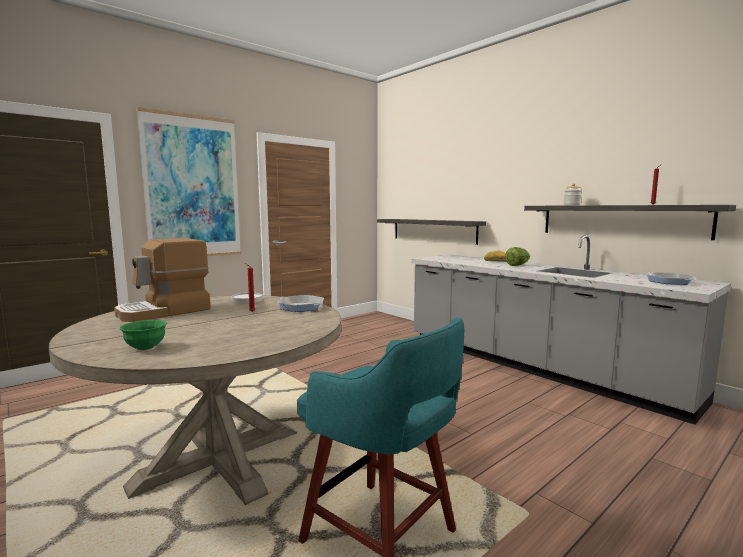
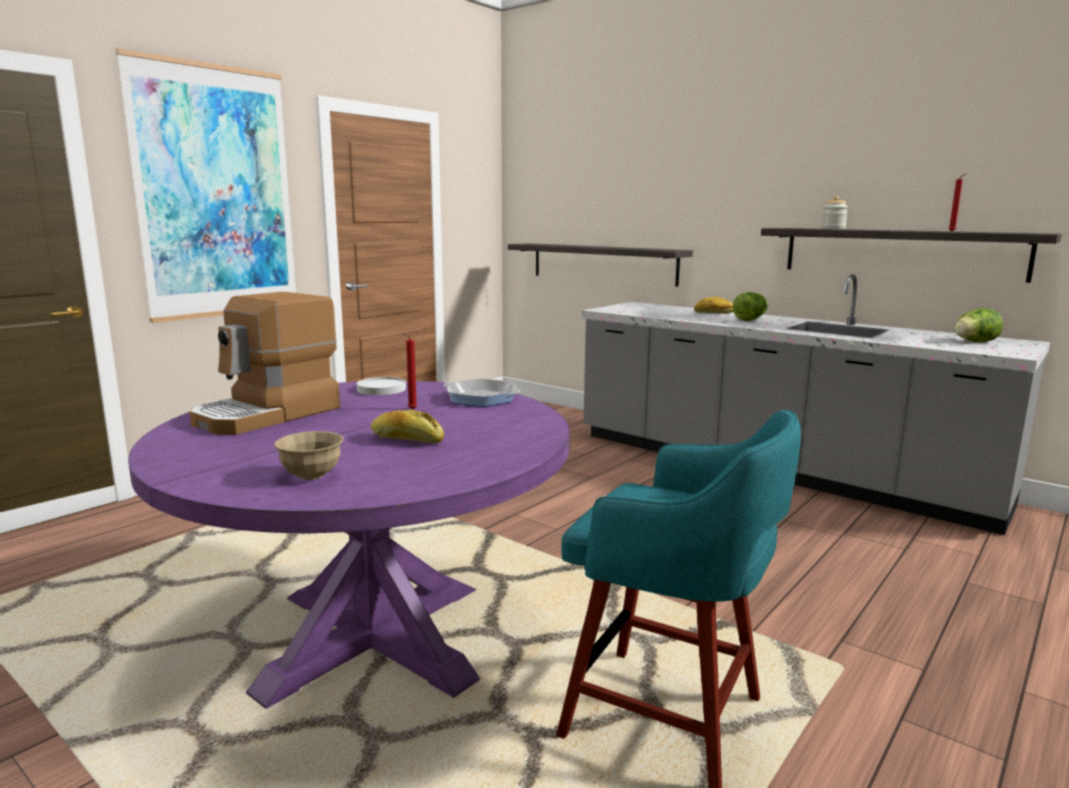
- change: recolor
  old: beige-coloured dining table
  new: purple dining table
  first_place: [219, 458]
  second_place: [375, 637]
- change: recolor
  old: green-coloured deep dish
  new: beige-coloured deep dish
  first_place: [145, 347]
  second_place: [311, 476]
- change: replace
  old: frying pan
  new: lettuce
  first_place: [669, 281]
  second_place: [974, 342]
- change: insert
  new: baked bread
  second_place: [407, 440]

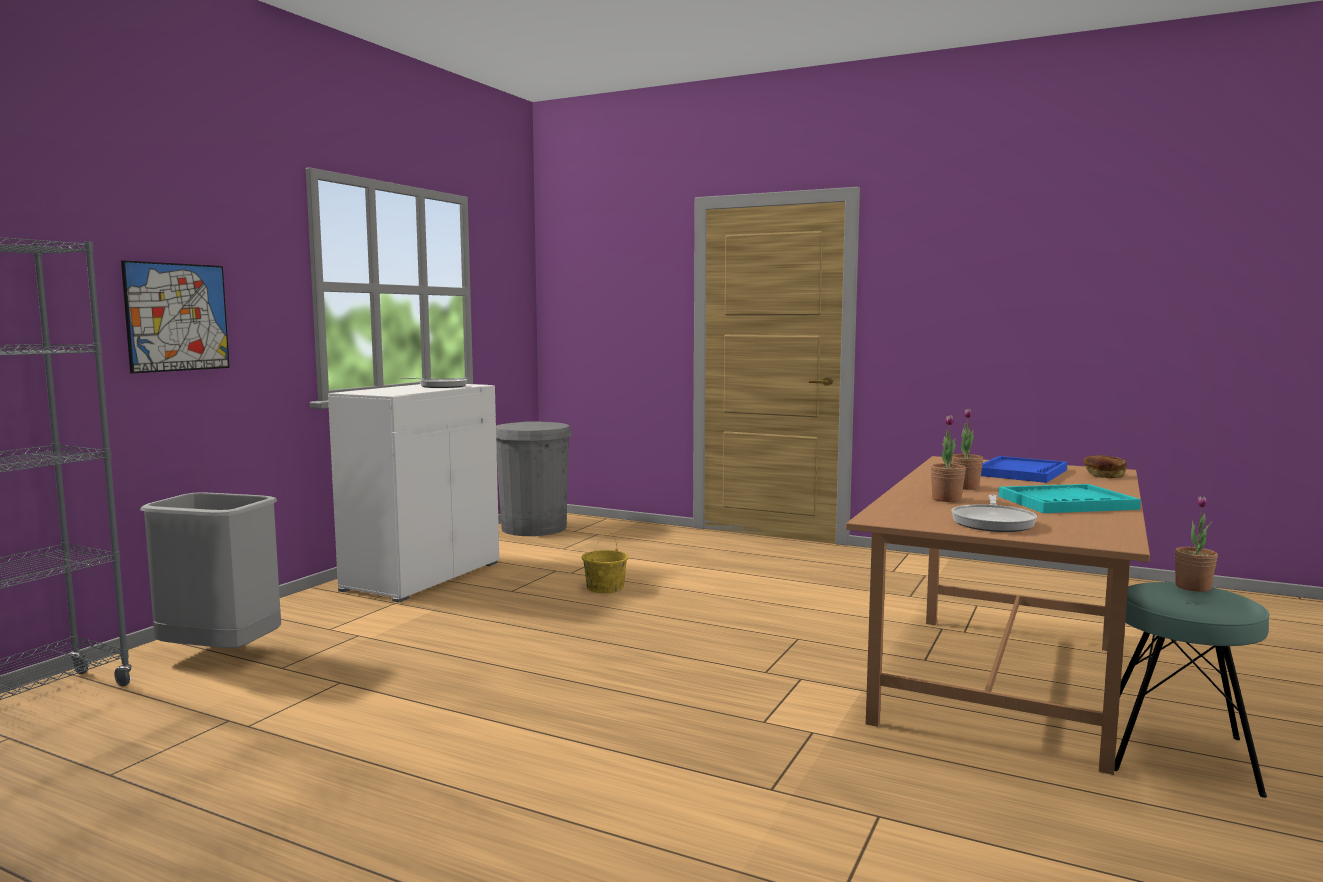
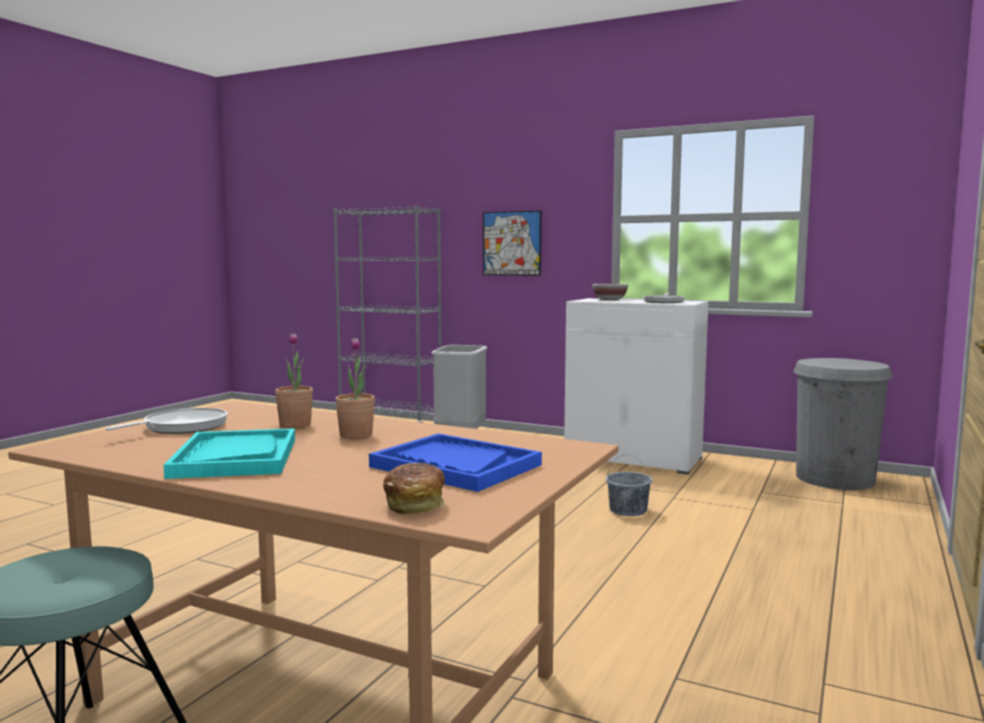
- change: recolor
  old: yellowish bucket
  new: grey bucket
  first_place: [605, 588]
  second_place: [628, 510]
- change: rotate
  old: frying pan
  first_place: [993, 522]
  second_place: [181, 427]
  degrees: 105
- change: delete
  old: houseplant
  first_place: [1193, 587]
- change: insert
  new: deep dish
  second_place: [610, 299]

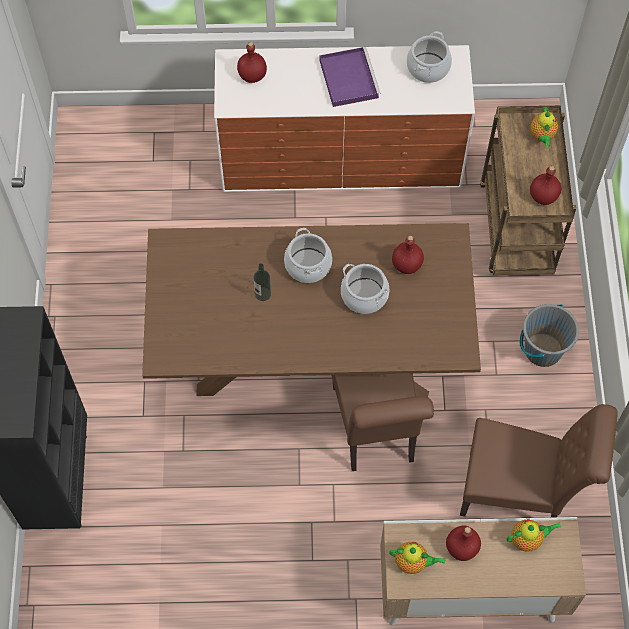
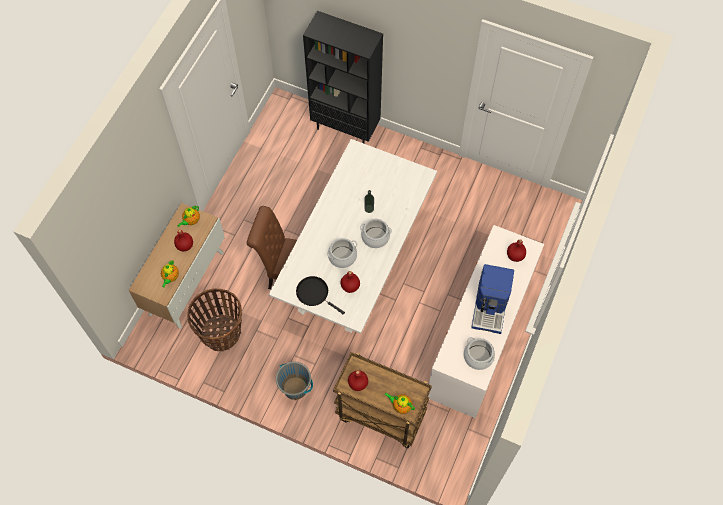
- change: recolor
  old: brown dining table
  new: whitish dining table
  first_place: [310, 356]
  second_place: [355, 265]
- change: replace
  old: purple tray
  new: coffee maker
  first_place: [348, 78]
  second_place: [490, 307]
- change: replace
  old: brown plain chair
  new: household basket
  first_place: [520, 493]
  second_place: [221, 332]
- change: insert
  new: blackish frying pan
  second_place: [314, 293]

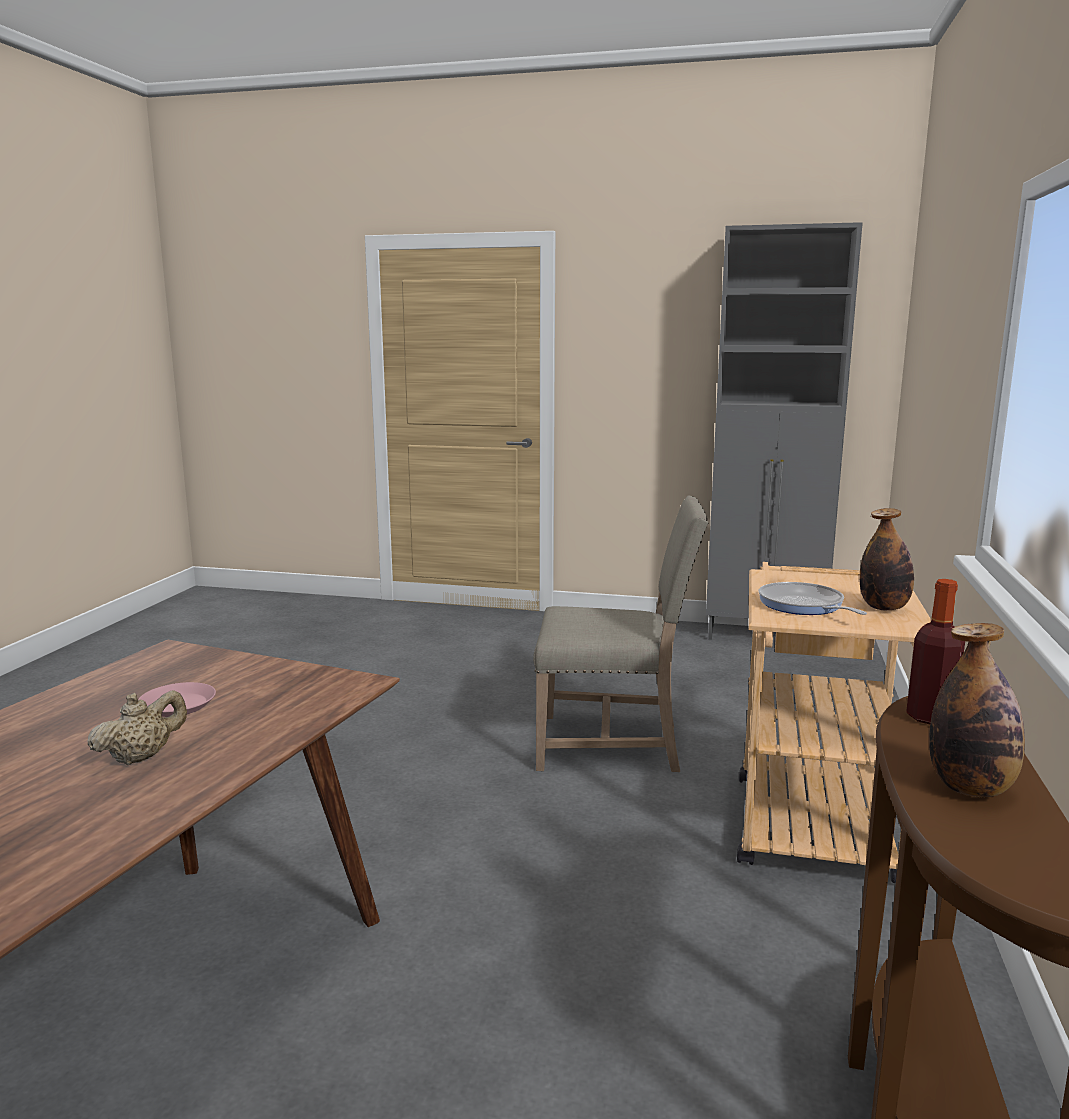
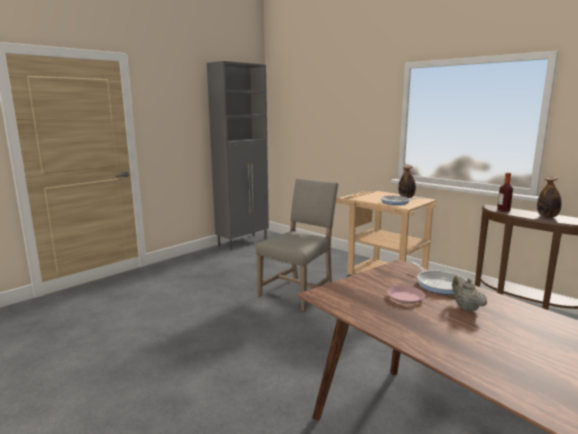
- change: insert
  new: frying pan
  second_place: [439, 284]

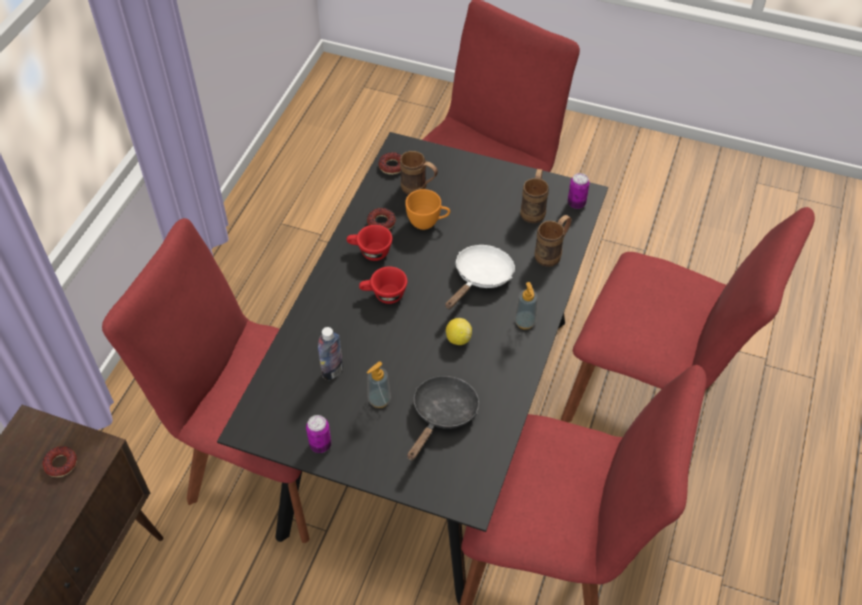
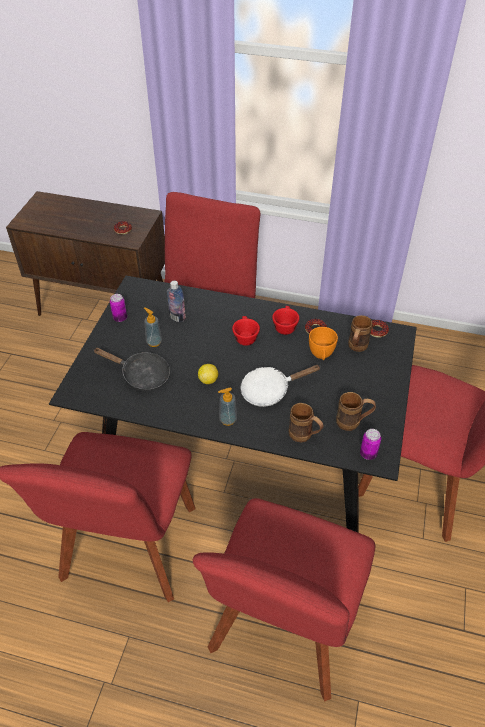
- change: rotate
  old: whitish frying pan
  first_place: [480, 278]
  second_place: [269, 390]
  degrees: 135

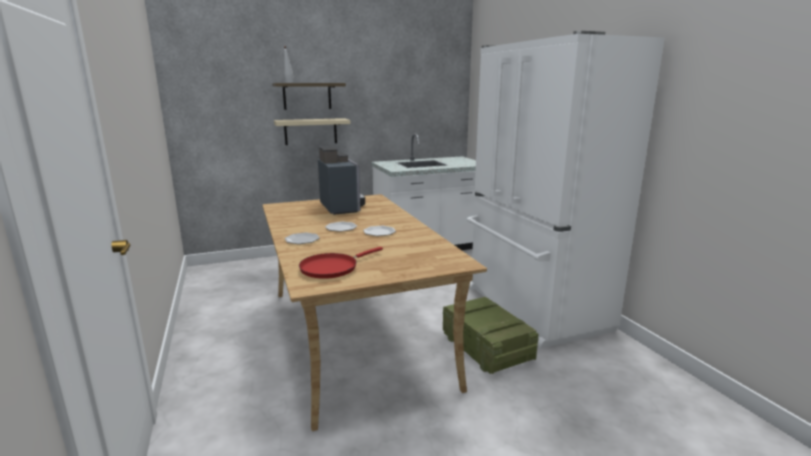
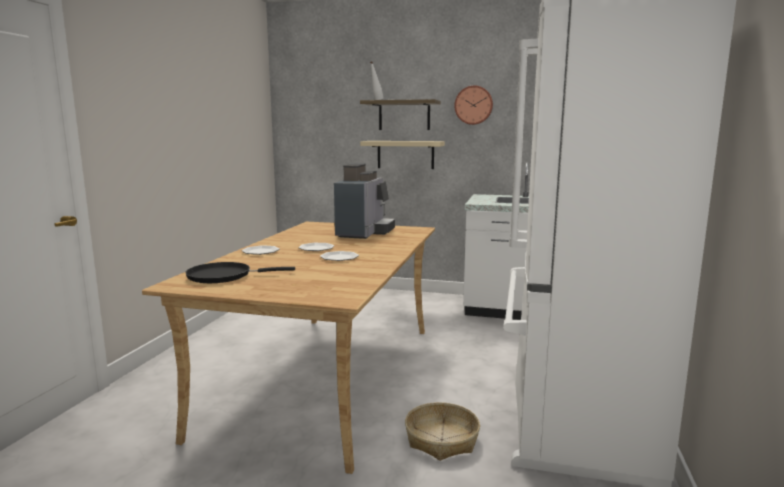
- change: recolor
  old: red frying pan
  new: blackish frying pan
  first_place: [332, 268]
  second_place: [224, 276]
- change: replace
  old: shipping crate
  new: household basket
  first_place: [487, 349]
  second_place: [442, 440]
- change: insert
  new: hanging clock
  second_place: [473, 105]

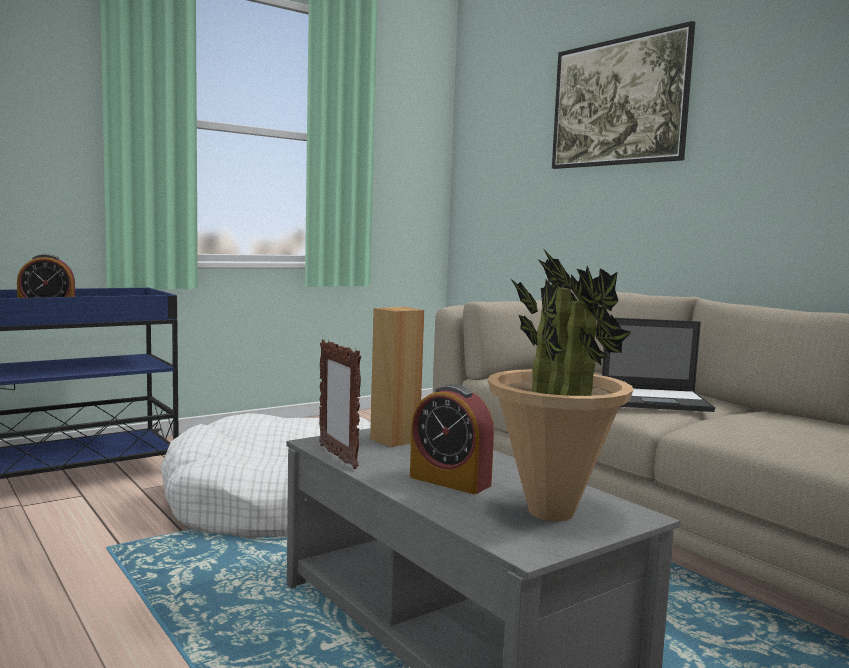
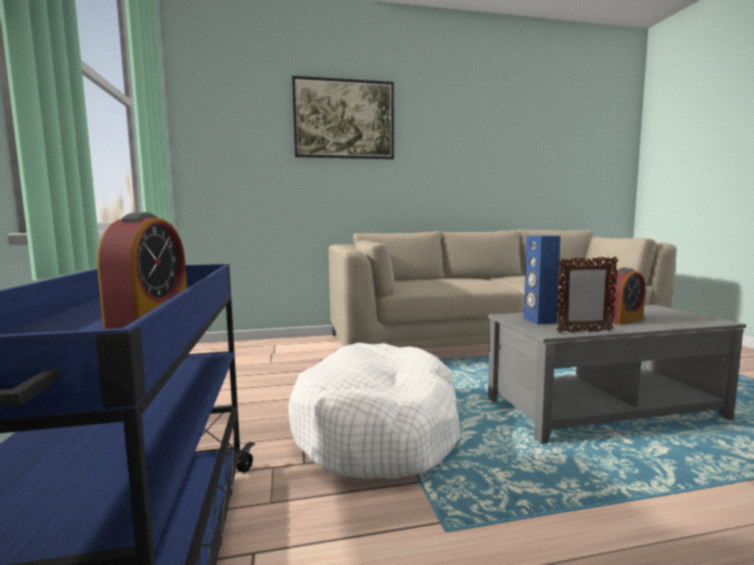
- change: recolor
  old: brown speaker
  new: bluish speaker
  first_place: [394, 440]
  second_place: [539, 320]
- change: delete
  old: houseplant
  first_place: [552, 513]
- change: delete
  old: notebook computer
  first_place: [655, 400]

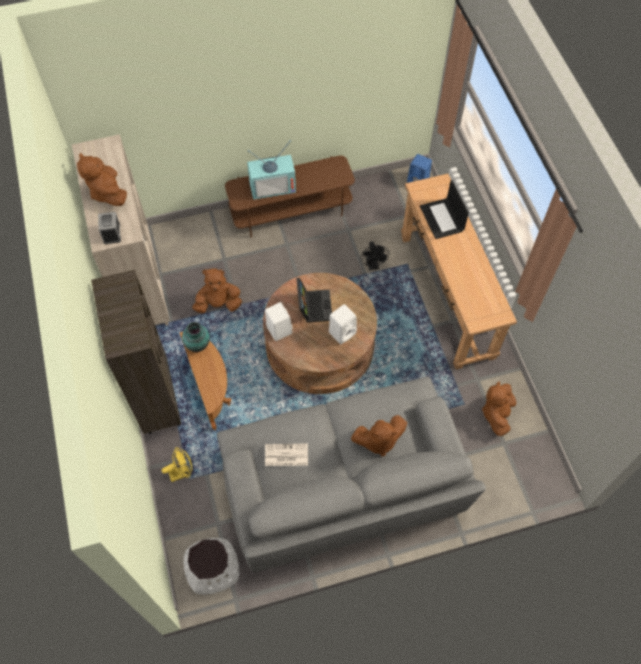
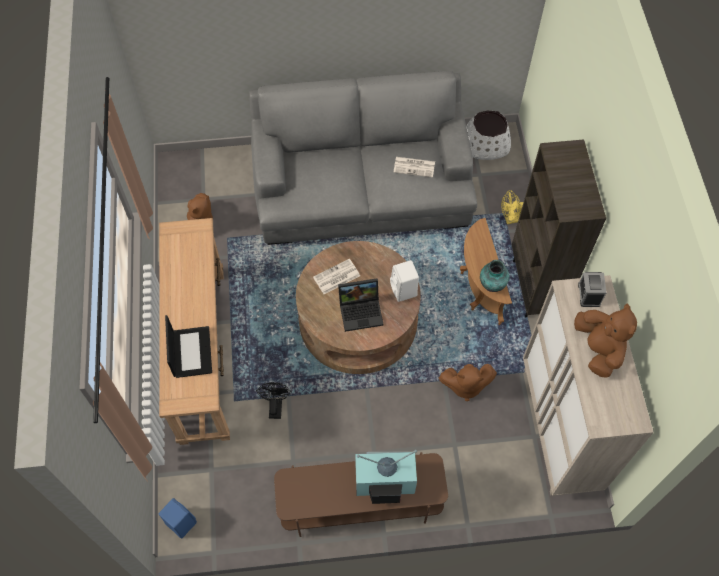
- change: rotate
  old: notebook computer
  first_place: [313, 305]
  second_place: [361, 311]
  degrees: -105
- change: replace
  old: whitish speaker
  new: daily paper
  first_place: [343, 332]
  second_place: [336, 277]
- change: delete
  old: brown plush toy
  first_place: [378, 440]

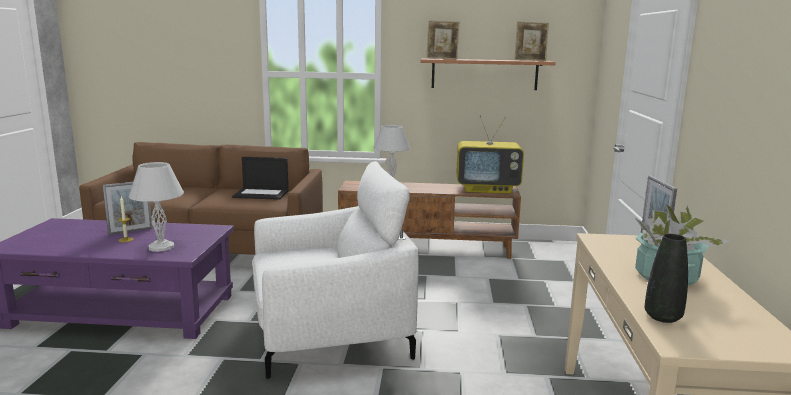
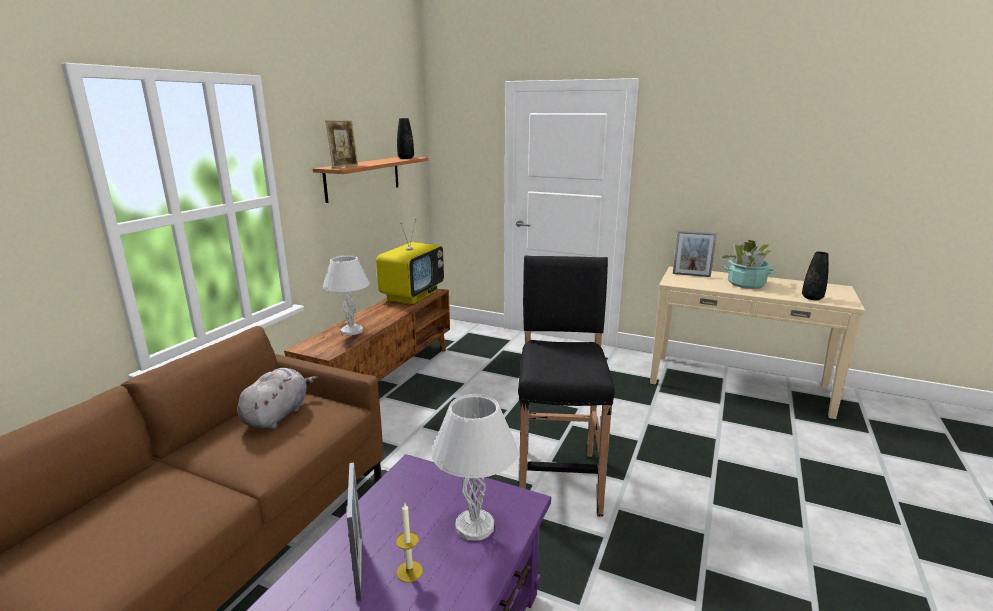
- change: replace
  old: notebook computer
  new: grey plush toy
  first_place: [262, 194]
  second_place: [278, 415]
- change: replace
  old: whitish armchair
  new: blackish sitting stool
  first_place: [329, 333]
  second_place: [558, 478]
- change: replace
  old: standing frame
  new: blackish vase
  first_place: [530, 60]
  second_place: [406, 158]

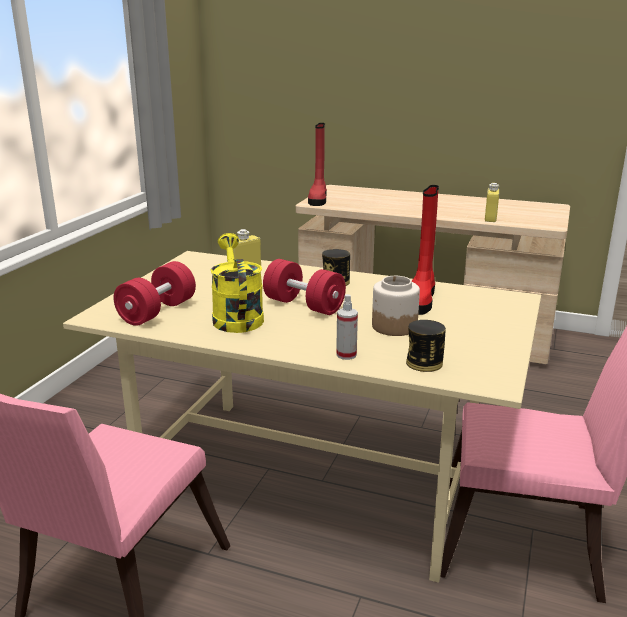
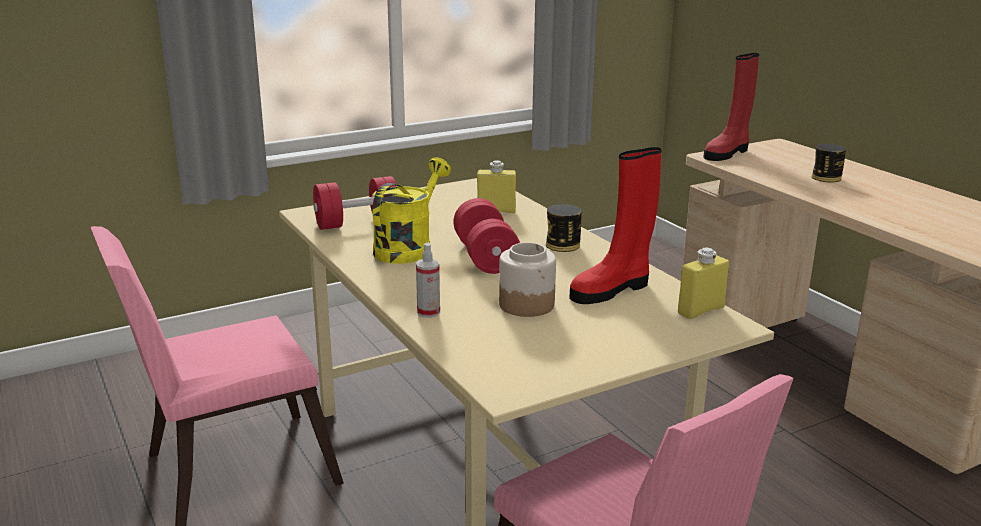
- change: move
  old: metal can
  first_place: [424, 363]
  second_place: [826, 178]
- change: move
  old: yellowish beverage bottle
  first_place: [490, 218]
  second_place: [700, 310]

